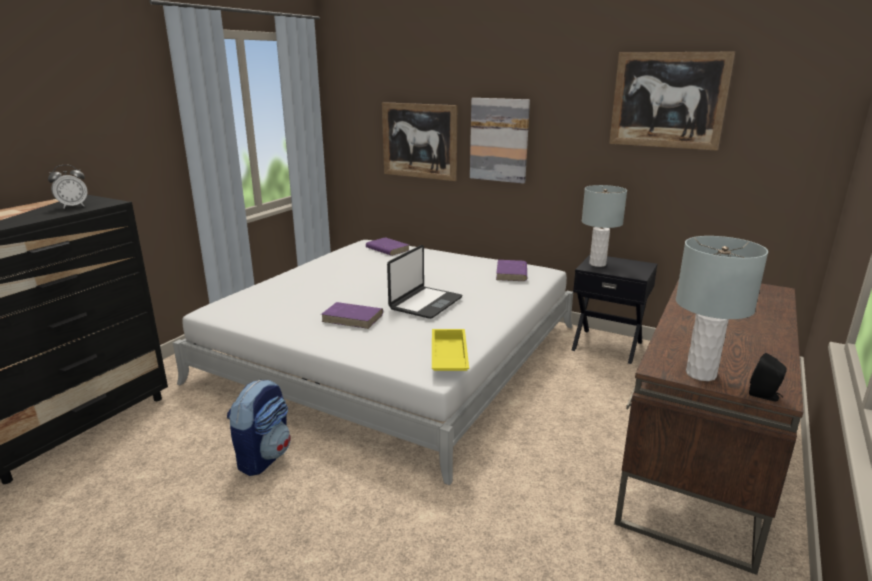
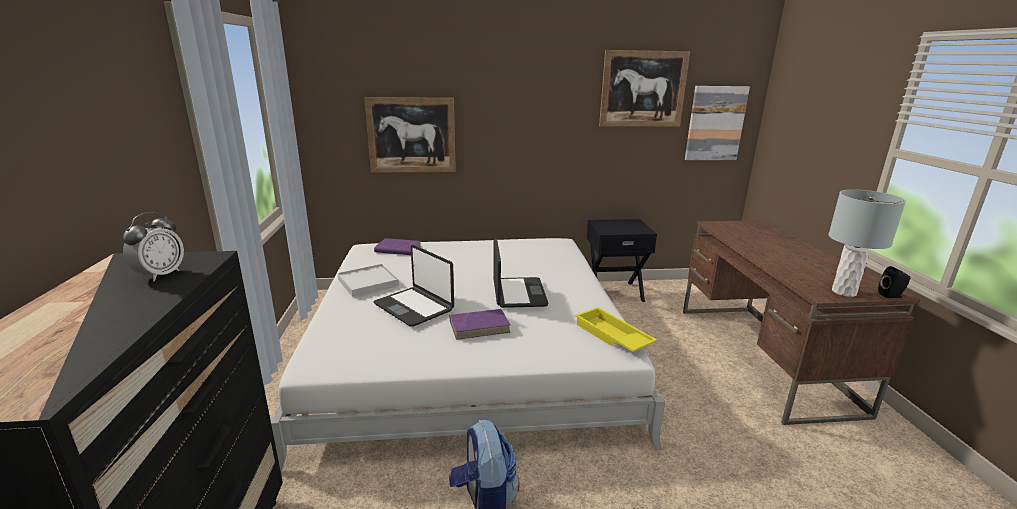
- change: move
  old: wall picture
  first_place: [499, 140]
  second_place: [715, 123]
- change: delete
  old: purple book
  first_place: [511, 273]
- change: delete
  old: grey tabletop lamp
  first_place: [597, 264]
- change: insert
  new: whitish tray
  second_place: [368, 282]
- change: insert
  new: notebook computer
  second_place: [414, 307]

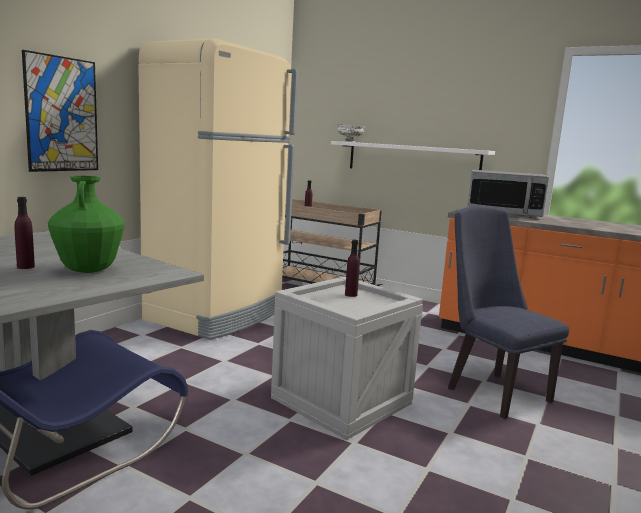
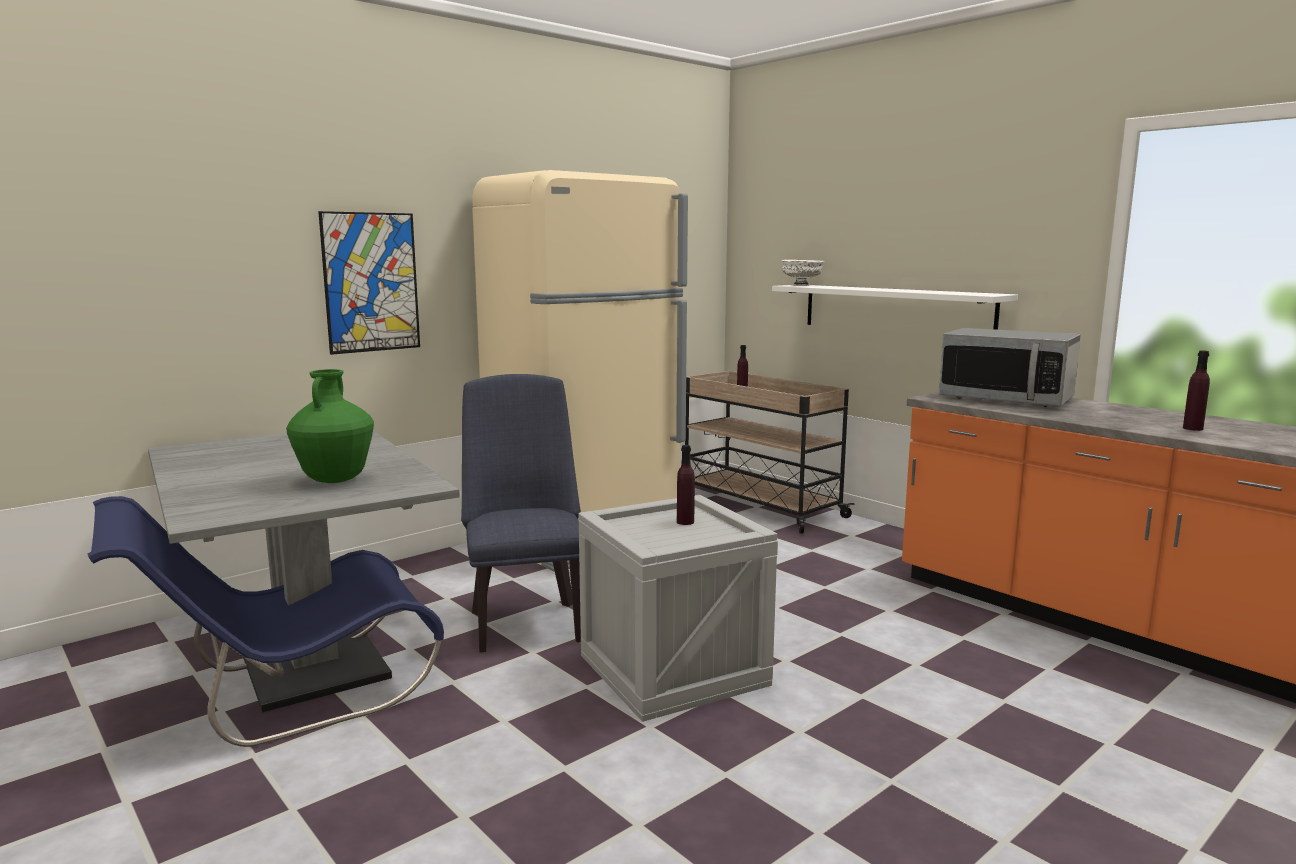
- change: move
  old: purple beverage bottle
  first_place: [25, 267]
  second_place: [1192, 428]
- change: move
  old: bluish plain chair
  first_place: [492, 391]
  second_place: [525, 621]

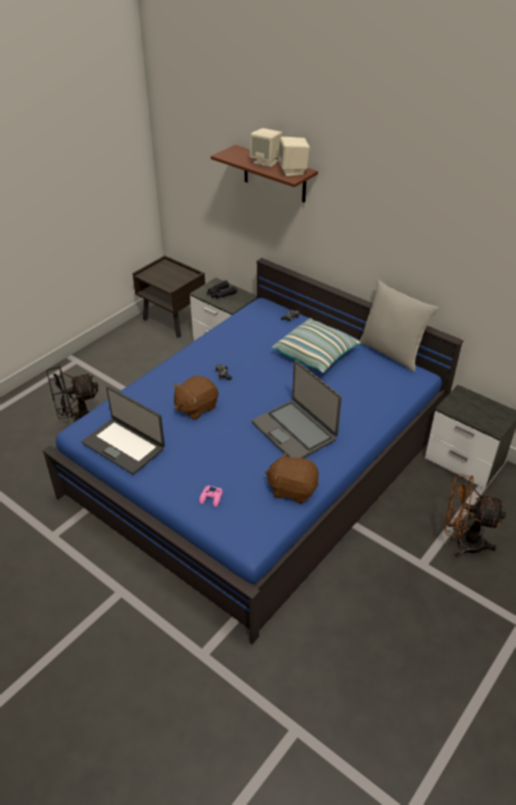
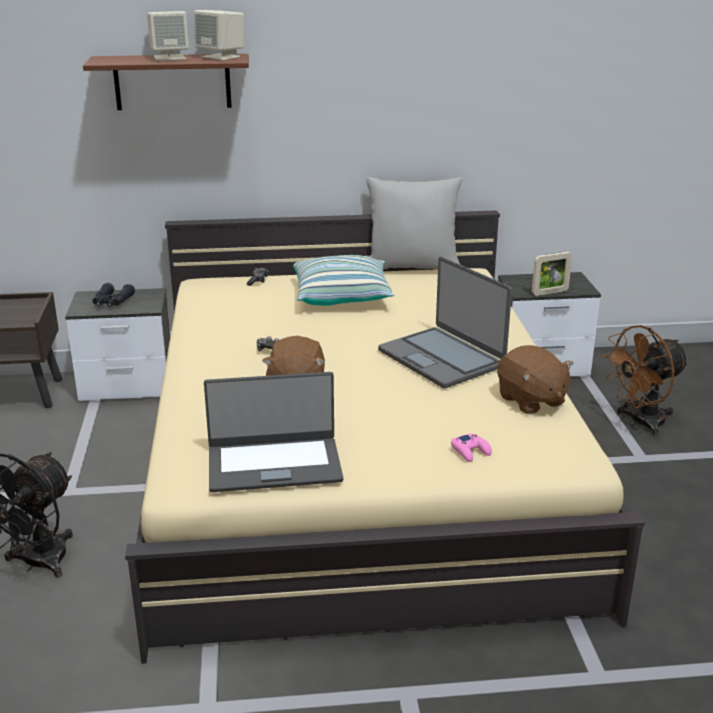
- change: recolor
  old: bluish bed
  new: beige-coloured bed
  first_place: [259, 463]
  second_place: [356, 470]
- change: rotate
  old: notebook computer
  first_place: [294, 431]
  second_place: [442, 358]
  degrees: 45
- change: rotate
  old: brown plush toy
  first_place: [292, 489]
  second_place: [531, 400]
  degrees: -90
- change: insert
  new: standing frame
  second_place: [550, 292]

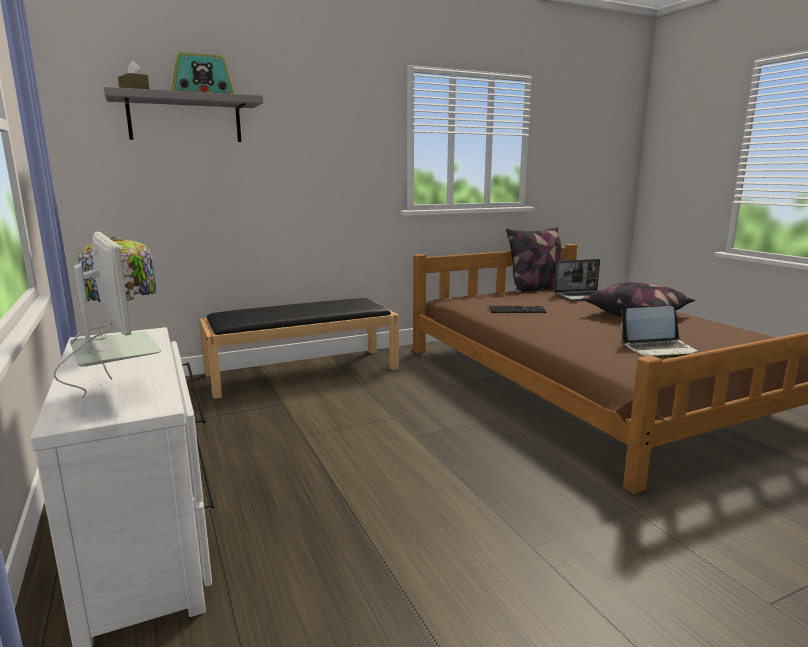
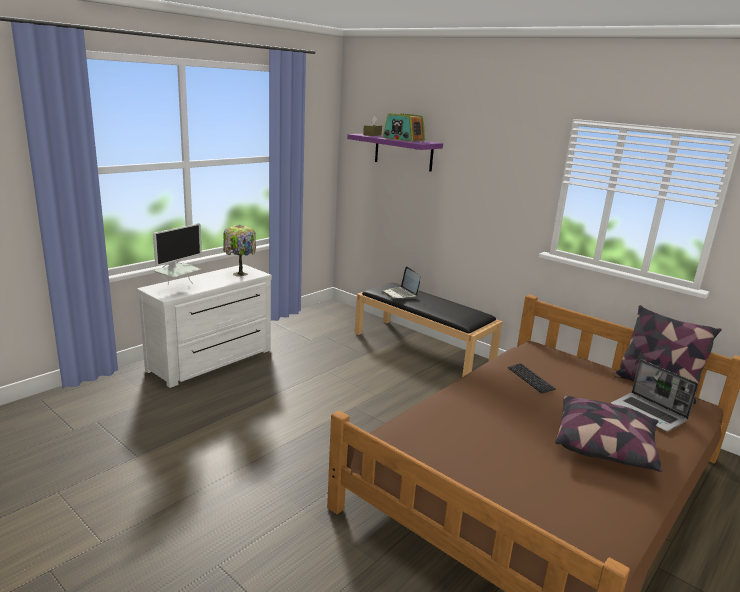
- change: recolor
  old: grey bracket shelf
  new: purple bracket shelf
  first_place: [185, 119]
  second_place: [403, 152]
- change: move
  old: notebook computer
  first_place: [659, 349]
  second_place: [400, 294]

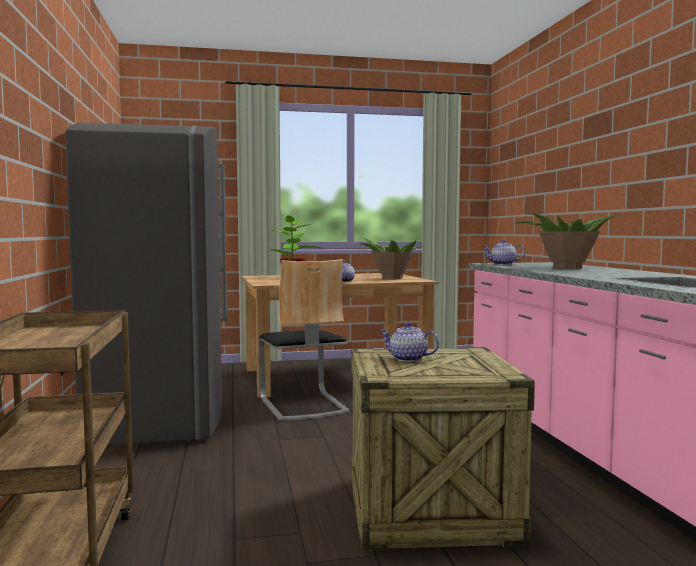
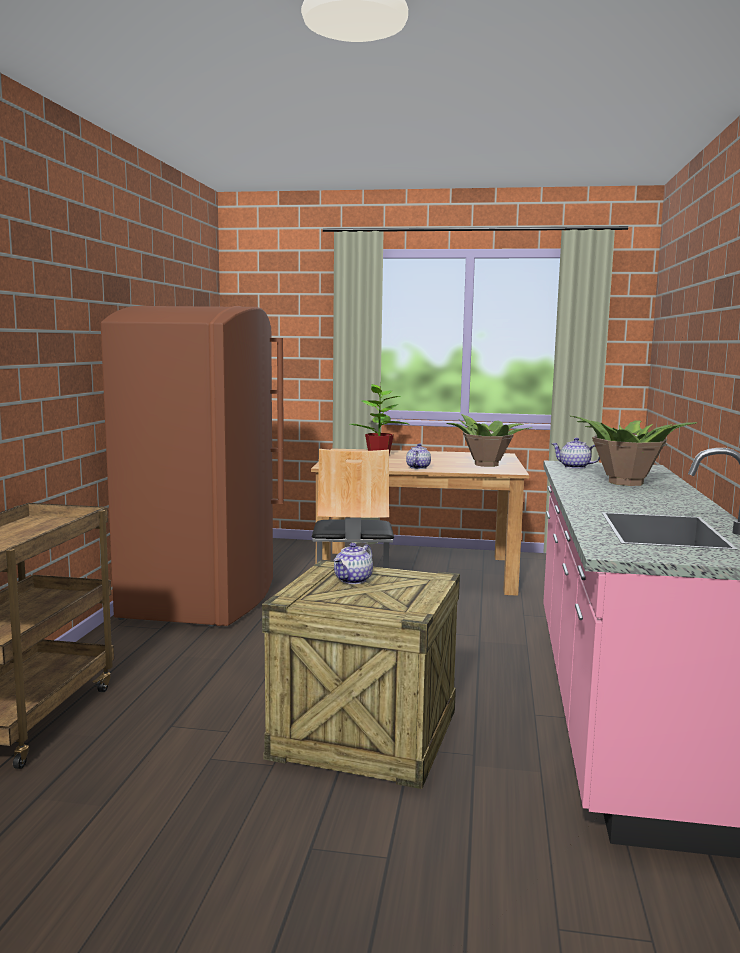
- change: recolor
  old: grey refrigerator
  new: brown refrigerator
  first_place: [158, 420]
  second_place: [202, 599]
- change: rotate
  old: teapot
  first_place: [407, 359]
  second_place: [353, 580]
  degrees: -105

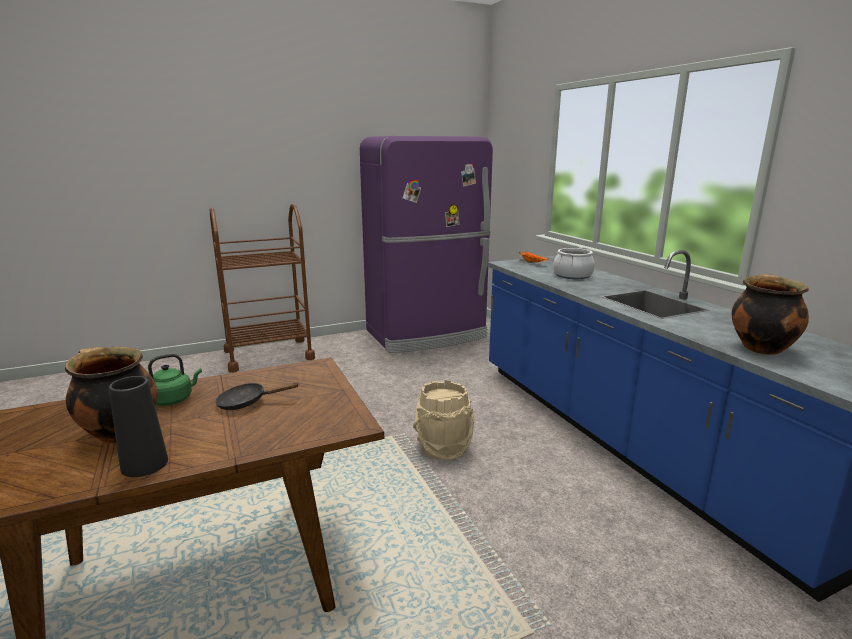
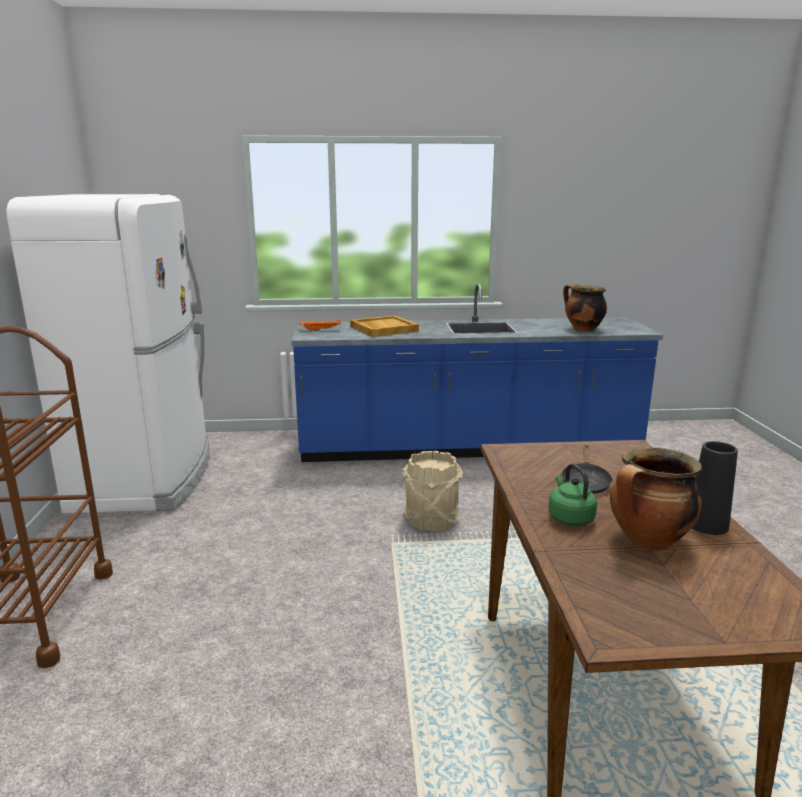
- change: recolor
  old: purple refrigerator
  new: whitish refrigerator
  first_place: [427, 335]
  second_place: [147, 477]
- change: replace
  old: saucepot
  new: beige-coloured tray
  first_place: [572, 275]
  second_place: [383, 329]

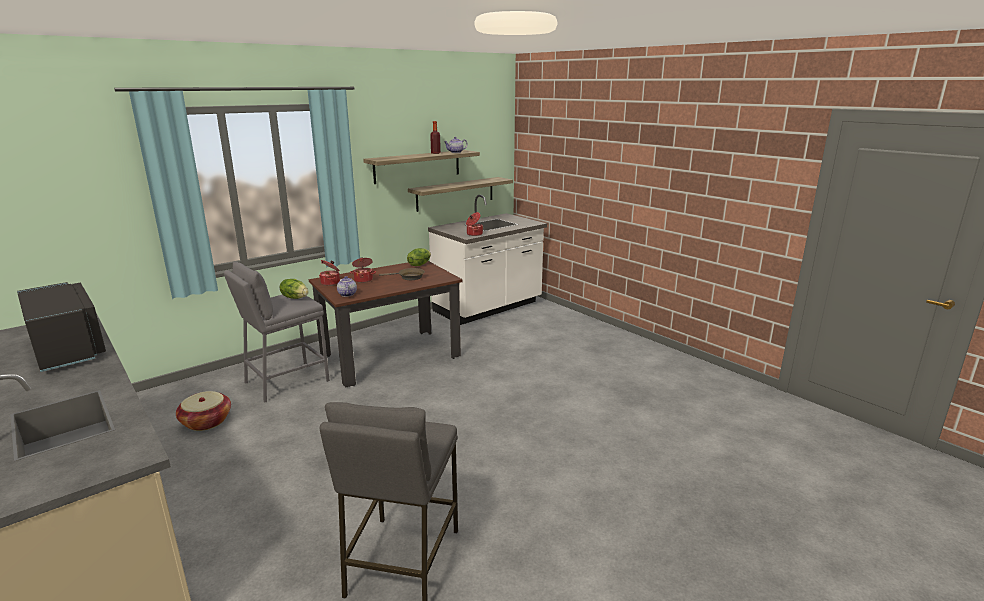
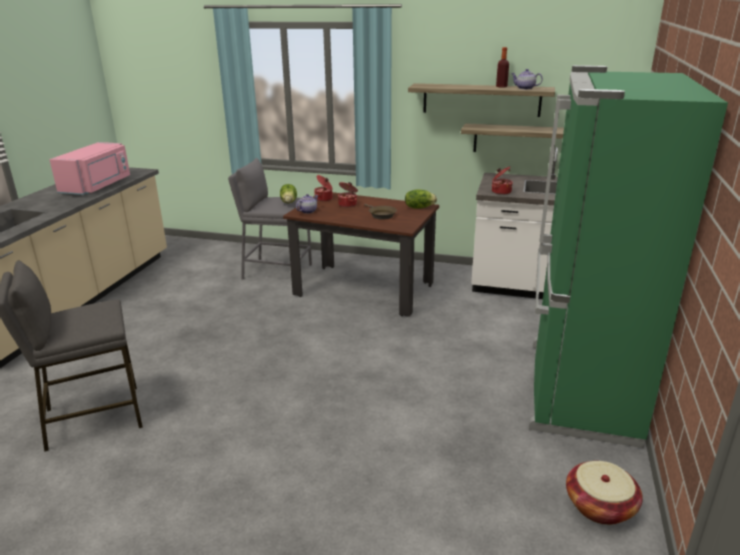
- change: recolor
  old: blackish microwave
  new: pink-coloured microwave
  first_place: [69, 348]
  second_place: [98, 186]
- change: move
  old: household basket
  first_place: [206, 422]
  second_place: [600, 506]
- change: insert
  new: green-coloured refrigerator
  second_place: [578, 390]

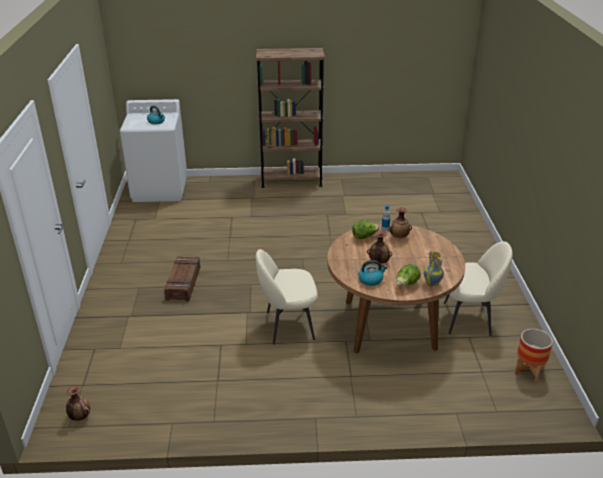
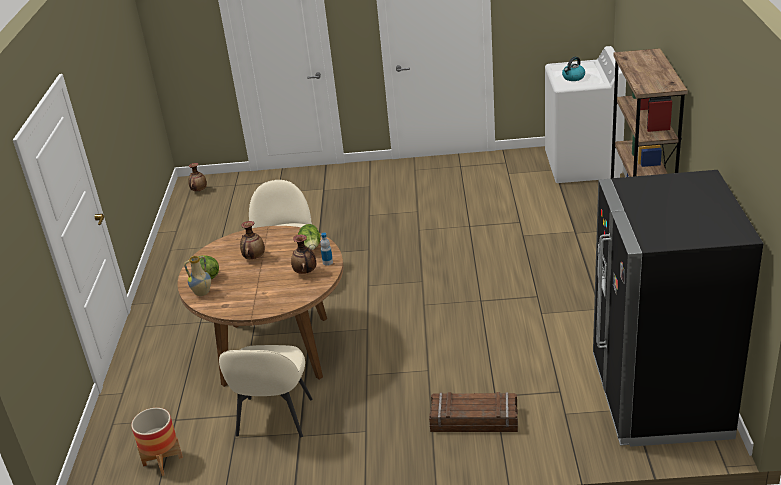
- change: move
  old: shipping crate
  first_place: [183, 283]
  second_place: [474, 419]
- change: delete
  old: kettle
  first_place: [371, 280]
- change: insert
  new: blackish refrigerator
  second_place: [659, 398]

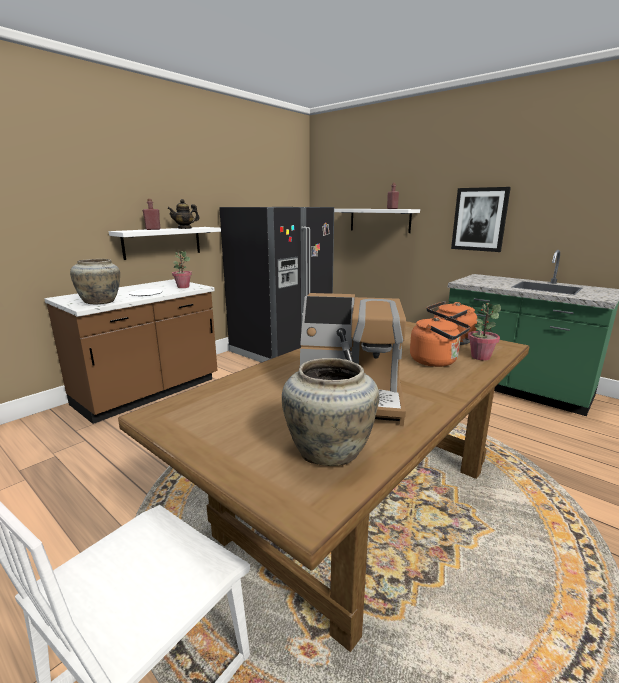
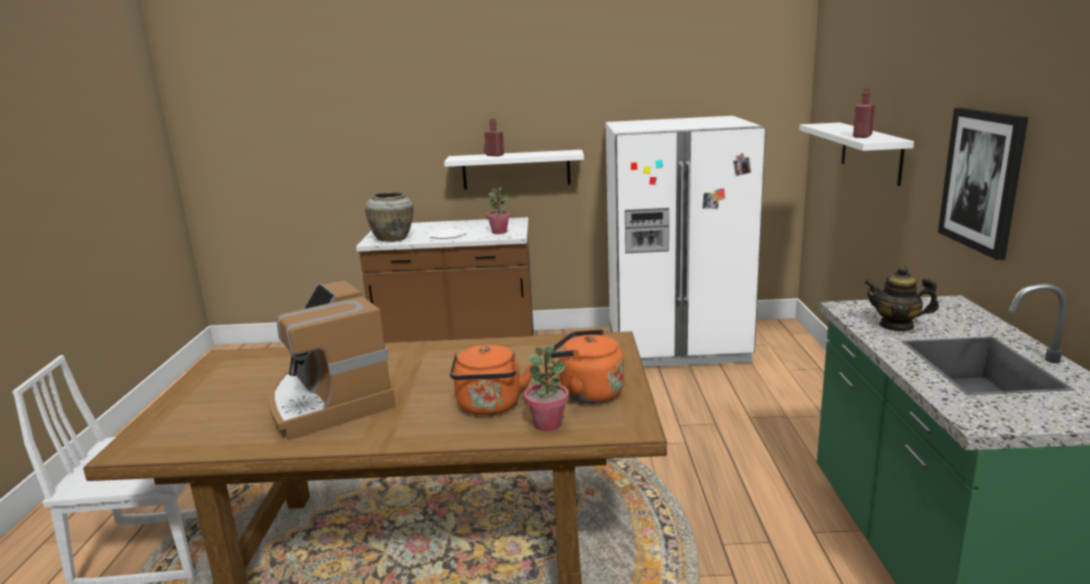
- change: move
  old: teapot
  first_place: [185, 228]
  second_place: [896, 325]
- change: recolor
  old: blackish refrigerator
  new: whitish refrigerator
  first_place: [281, 349]
  second_place: [677, 345]
- change: delete
  old: beige-coloured vase
  first_place: [330, 450]

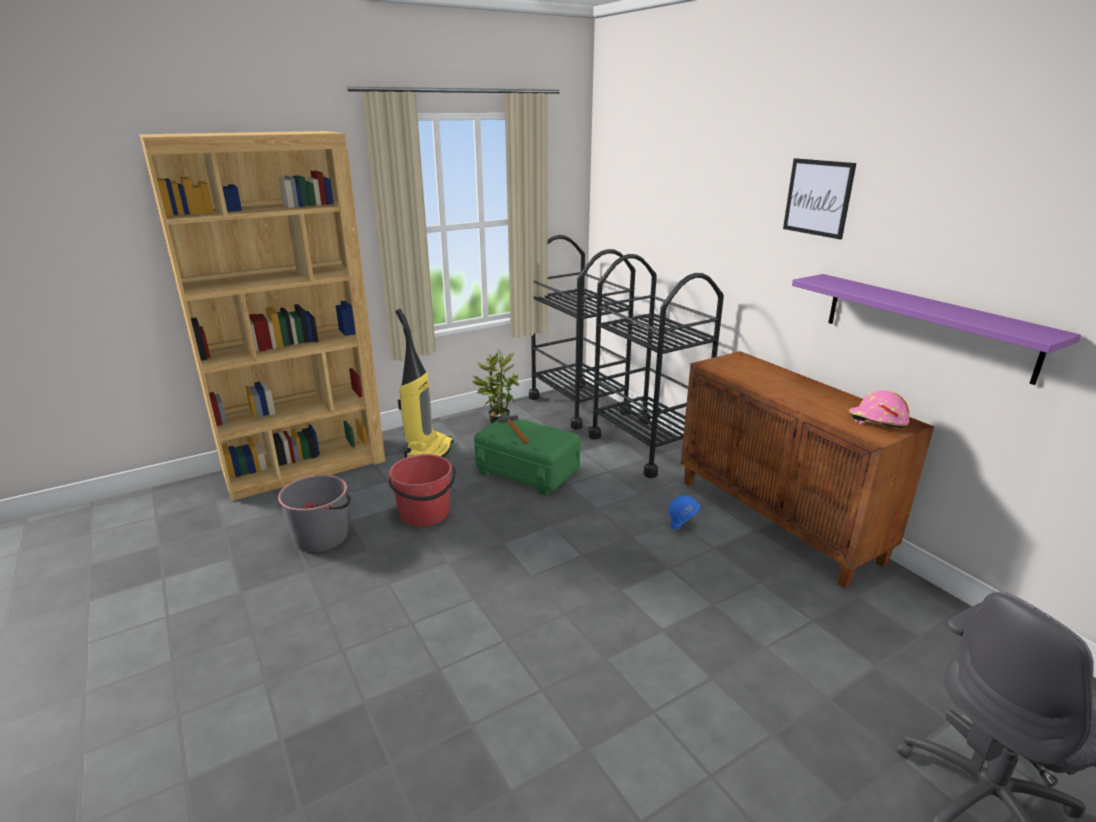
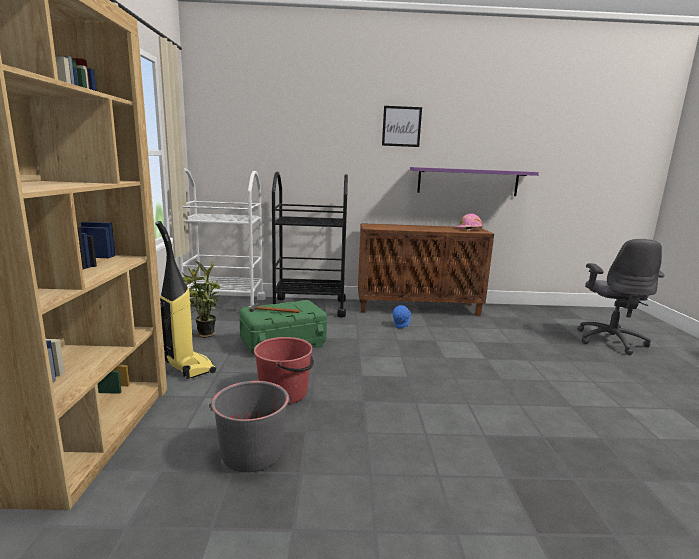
- change: recolor
  old: blackish cart
  new: whitish cart
  first_place: [578, 405]
  second_place: [225, 305]

